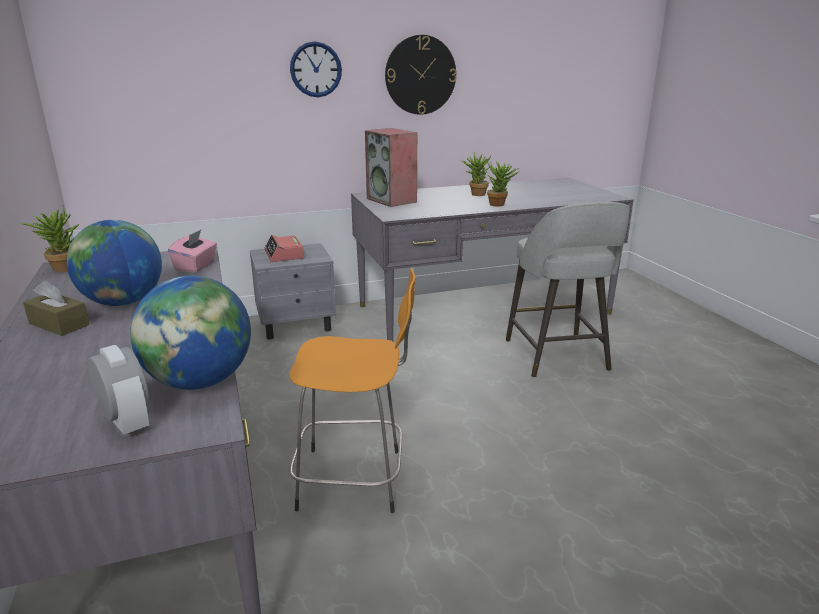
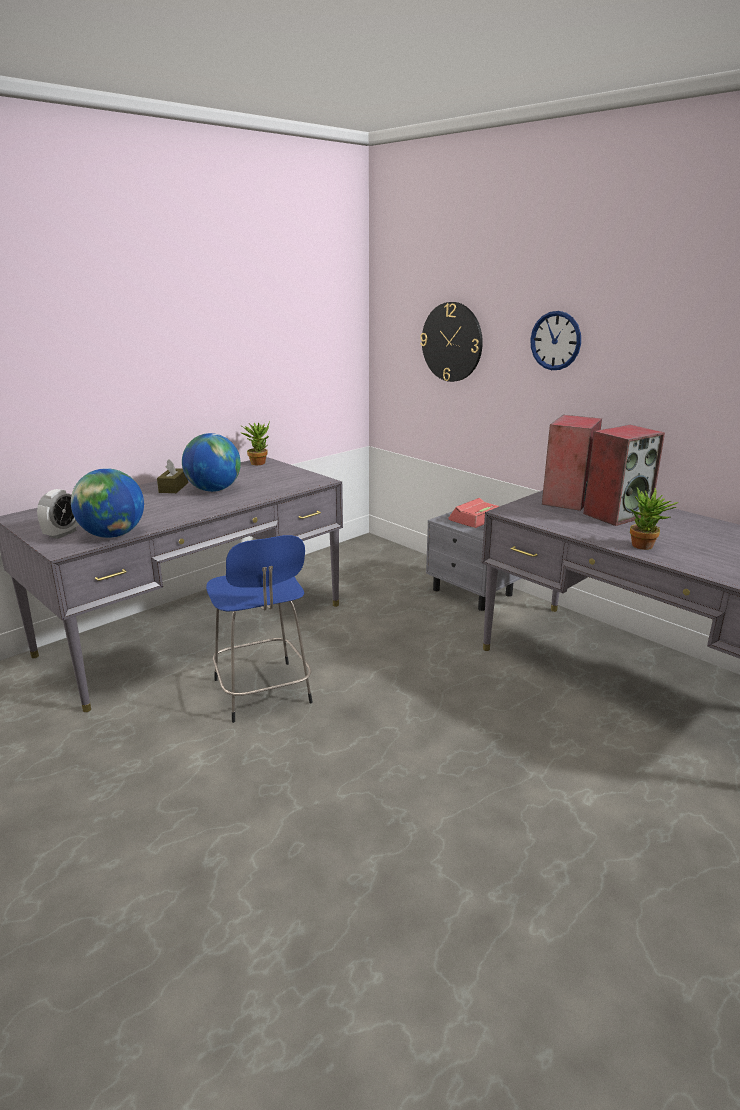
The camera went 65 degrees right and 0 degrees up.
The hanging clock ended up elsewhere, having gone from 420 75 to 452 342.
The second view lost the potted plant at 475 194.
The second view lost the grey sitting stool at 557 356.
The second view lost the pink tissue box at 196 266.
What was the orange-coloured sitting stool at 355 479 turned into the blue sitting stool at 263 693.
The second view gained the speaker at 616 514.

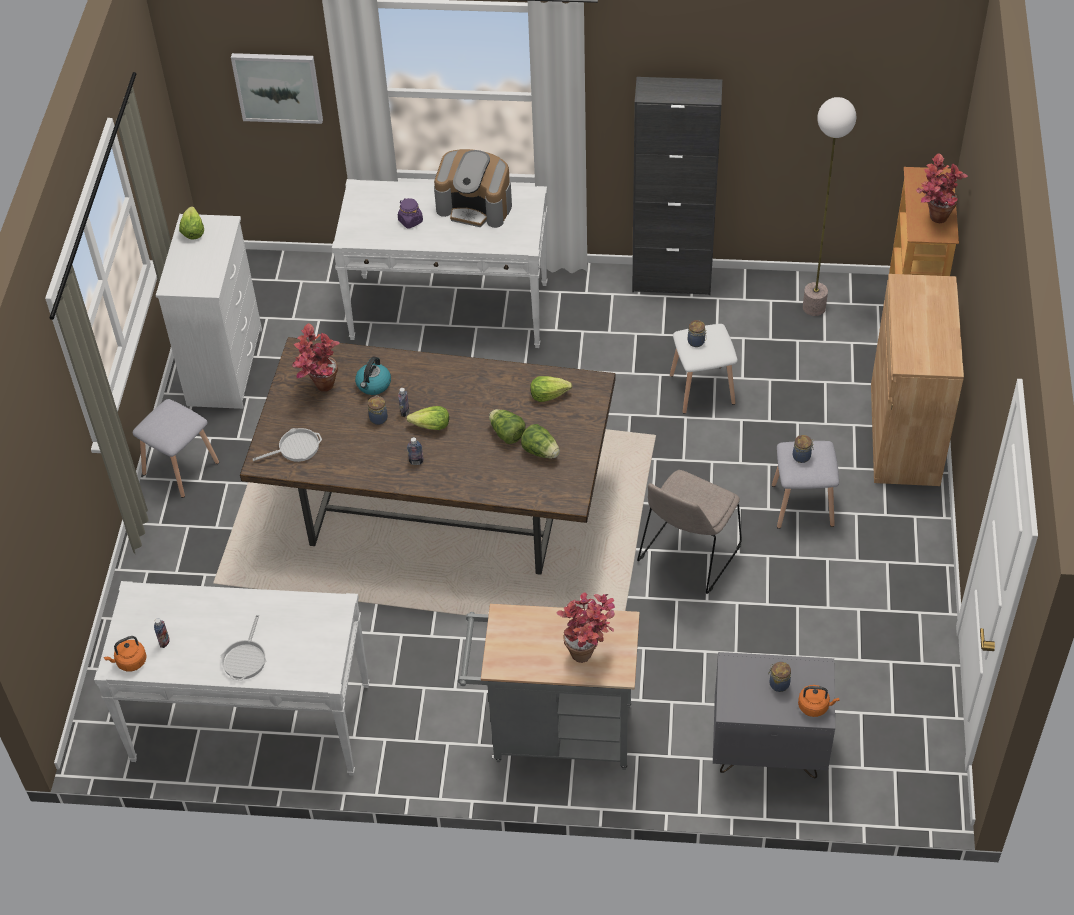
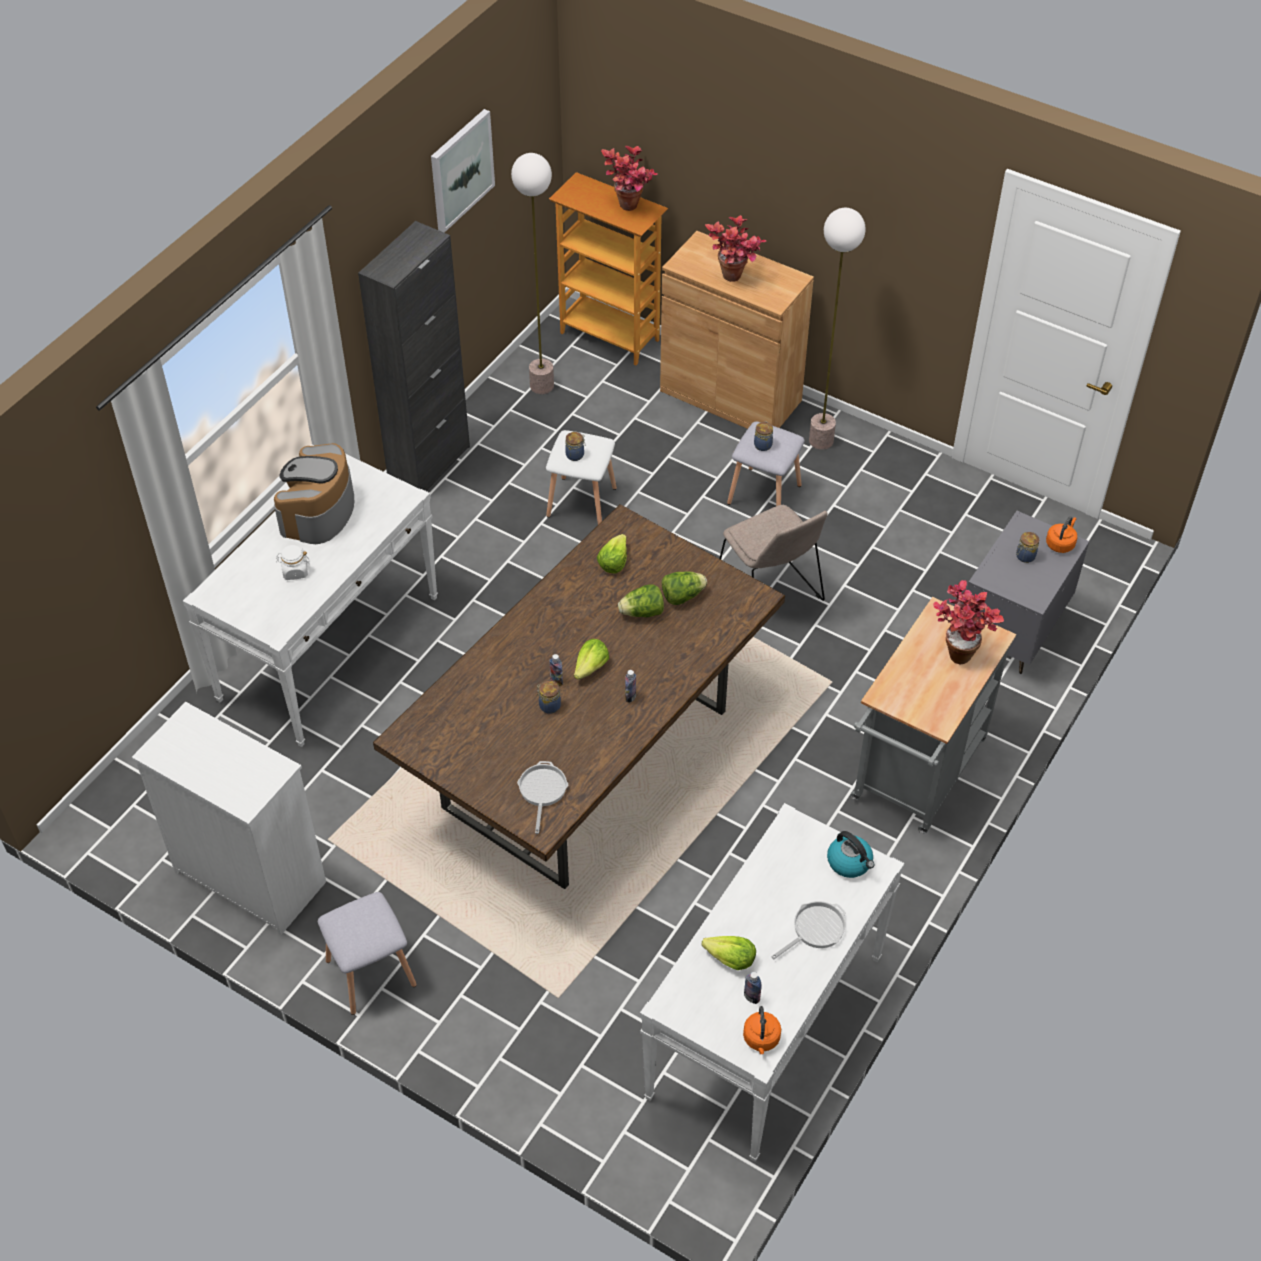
The camera went 65 degrees left and 0 degrees up.
The wall picture ended up elsewhere, having gone from 278 86 to 461 170.
The coffee maker at 475 206 ended up facing another way, 150 degrees clockwise from before.
What was the purple storage jar at 410 221 turned into the white-coloured storage jar at 295 571.
The head of lettuce ended up elsewhere, having gone from 192 231 to 730 959.
The potted plant ended up elsewhere, having gone from 319 389 to 734 281.
The water kettle ended up elsewhere, having gone from 373 385 to 850 862.
The frying pan at 245 658 ended up facing another way, 75 degrees counterclockwise from before.
The second view gained the standard lamp at 821 441.

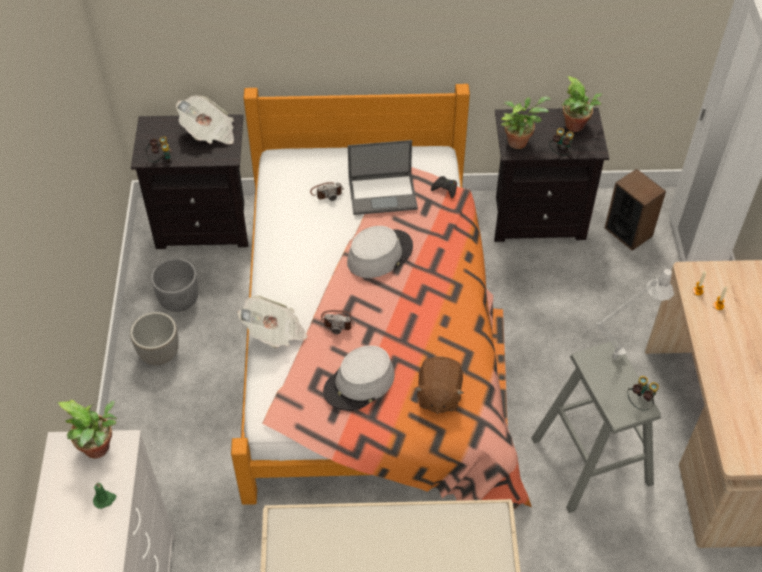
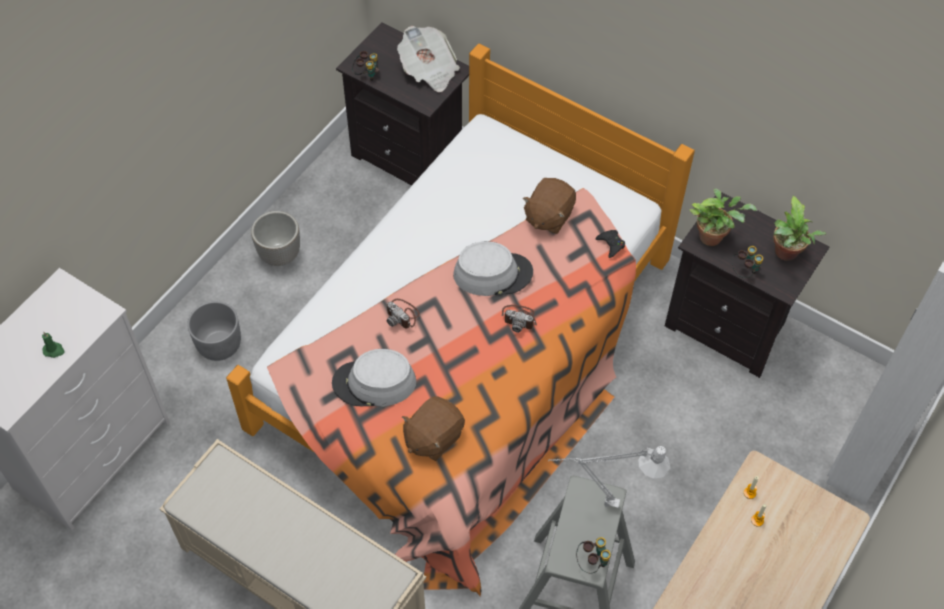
The camera went 35 degrees right and 5 degrees up.
Where the portable computer stood at 383 193, the brownish soft toy came to stand at 548 216.
The second view lost the speaker at 628 232.
The photo camera ended up elsewhere, having gone from 327 192 to 519 318.
The grey plant pot ended up elsewhere, having gone from 179 299 to 220 344.
The second view lost the daily paper at 275 332.
The second view lost the potted plant at 100 449.

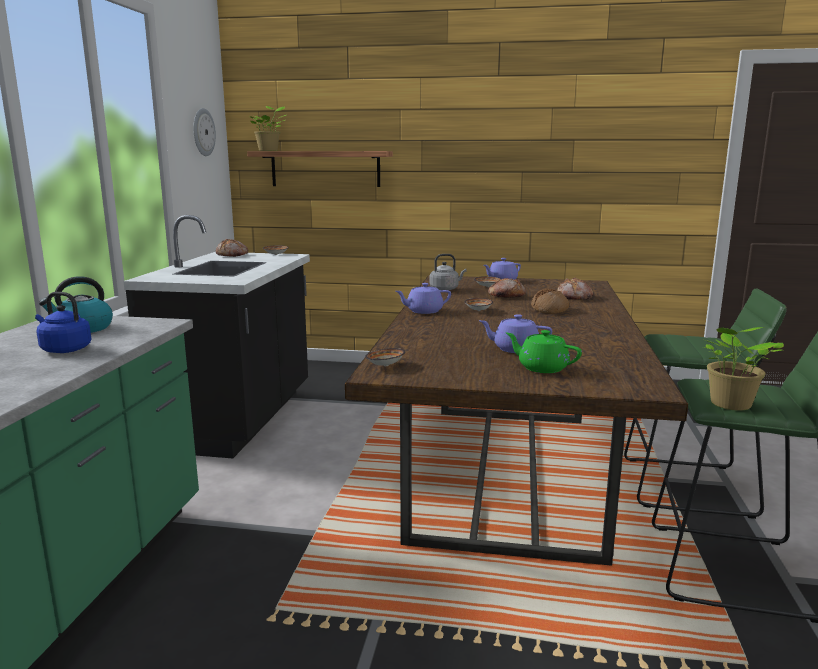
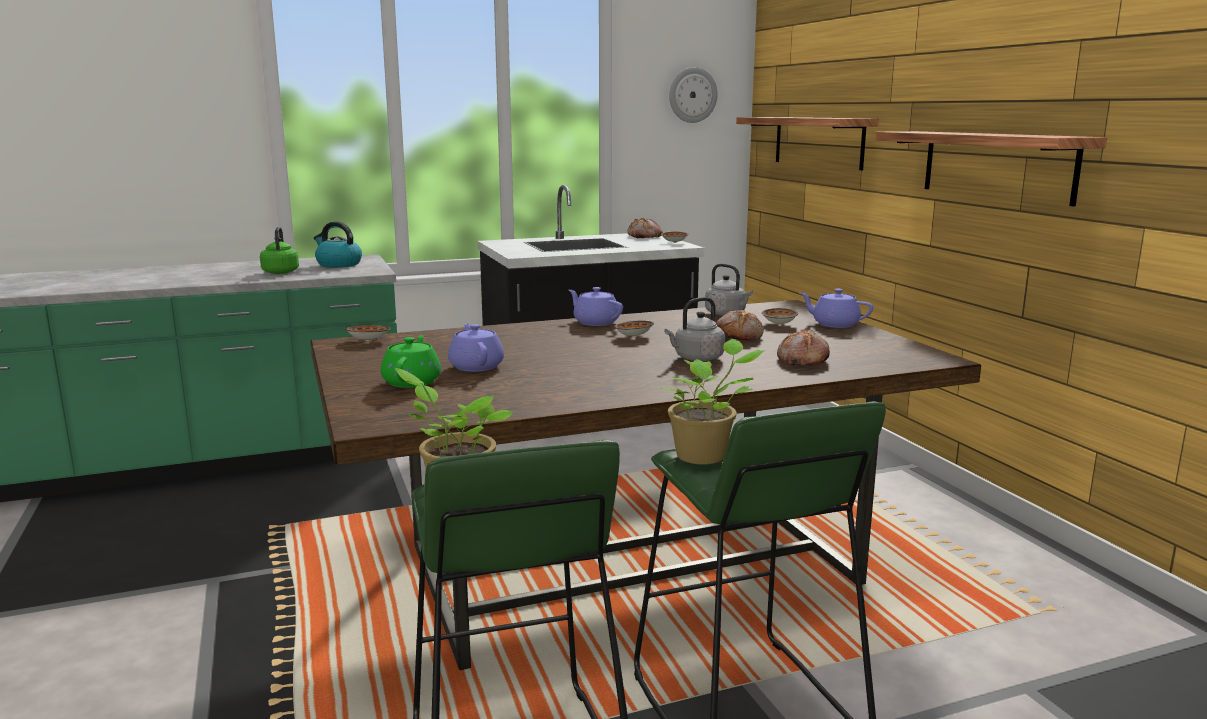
The camera went 60 degrees right and 0 degrees up.
The potted plant ended up elsewhere, having gone from 269 150 to 705 456.
Where the bread stood at 550 309, the grey water kettle came to stand at 696 358.
What was the blue water kettle at 64 349 turned into the green-coloured water kettle at 281 272.
The second view gained the shelf at 996 165.

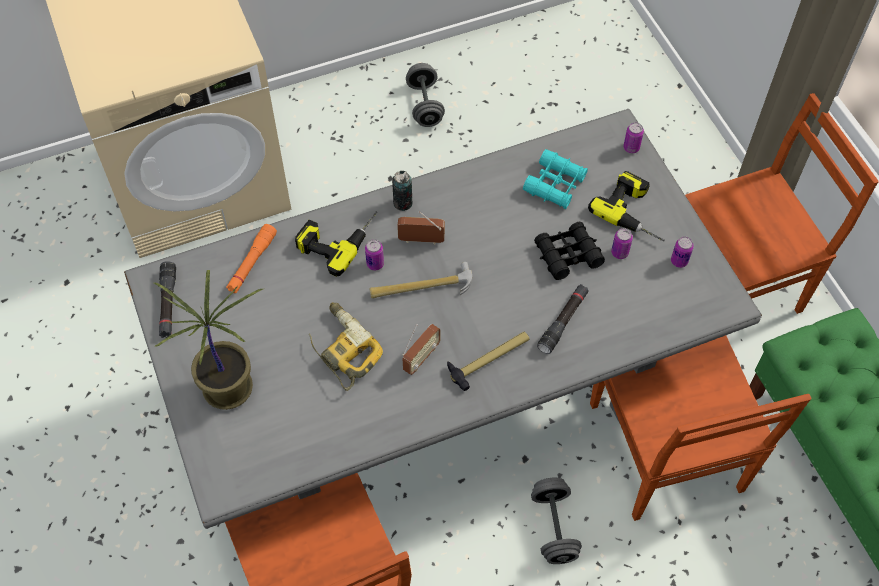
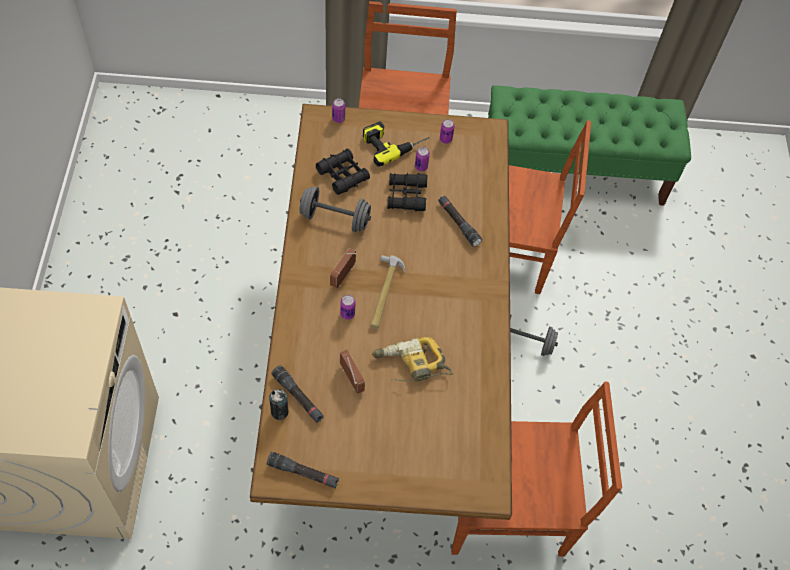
The camera went 70 degrees left and 0 degrees up.
The grey hand weight ended up elsewhere, having gone from 425 105 to 335 218.
What was the grey kitchen table at 440 389 turned into the brownish kitchen table at 384 363.
What was the turquoise binoculars at 555 184 turned into the blackish binoculars at 343 175.
The can ended up elsewhere, having gone from 403 203 to 279 412.
The second view lost the drill at 337 237.
What was the orange-coloured flashlight at 252 263 turned into the blackish flashlight at 298 397.
The second view lost the potted plant at 227 387.
The radio receiver ended up elsewhere, having gone from 421 358 to 351 378.
The second view lost the hammer at 489 359.

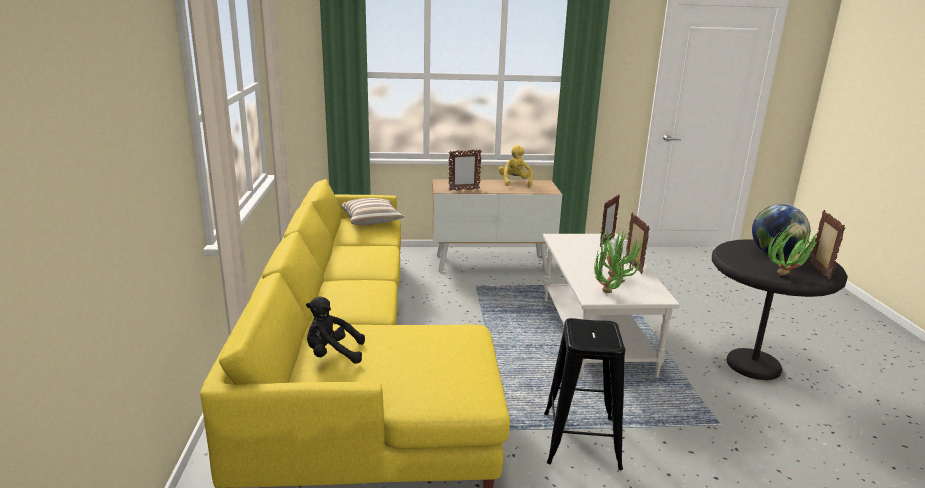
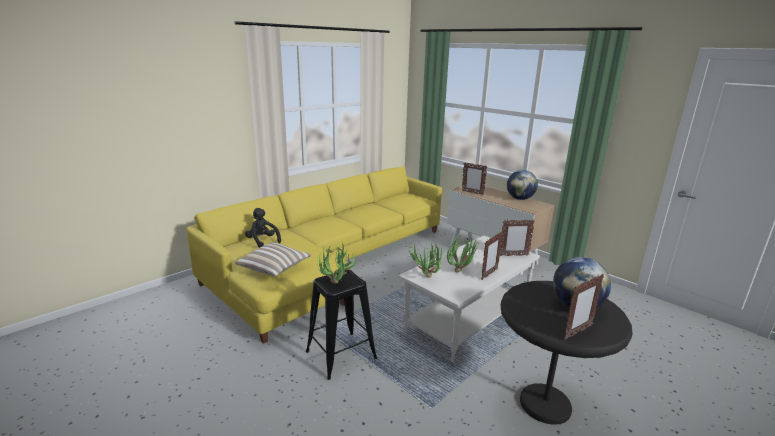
The camera went 50 degrees right and 0 degrees up.
Where the yellow-coloured soft toy stood at 515 183, the globe came to stand at 520 199.
The cushion ended up elsewhere, having gone from 372 221 to 275 268.
The potted plant ended up elsewhere, having gone from 788 276 to 336 285.

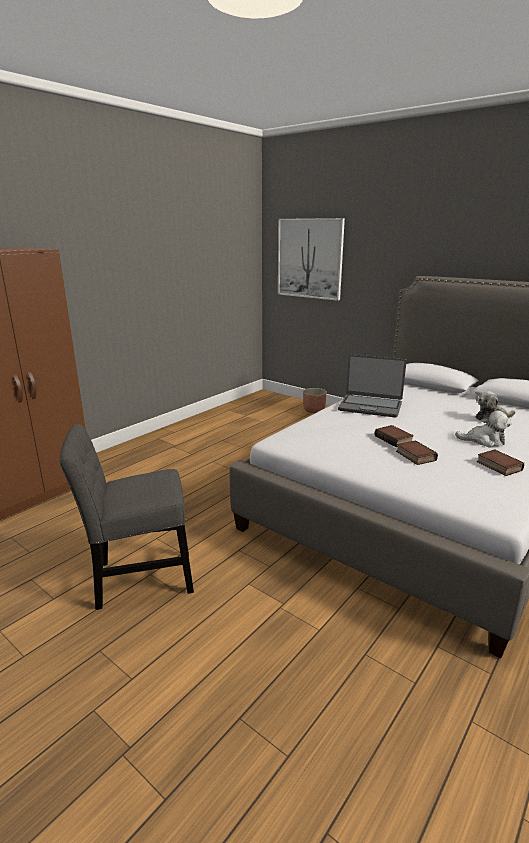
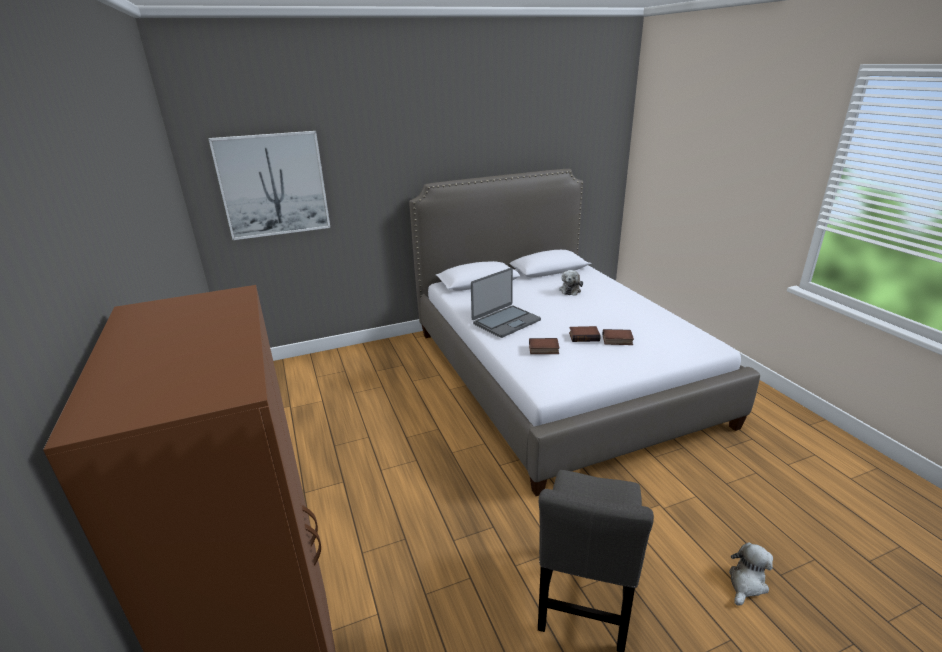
The camera went 60 degrees left and 5 degrees up.
The second view lost the plant pot at 314 410.
The soft toy ended up elsewhere, having gone from 484 441 to 746 583.
The volume ended up elsewhere, having gone from 497 466 to 543 349.

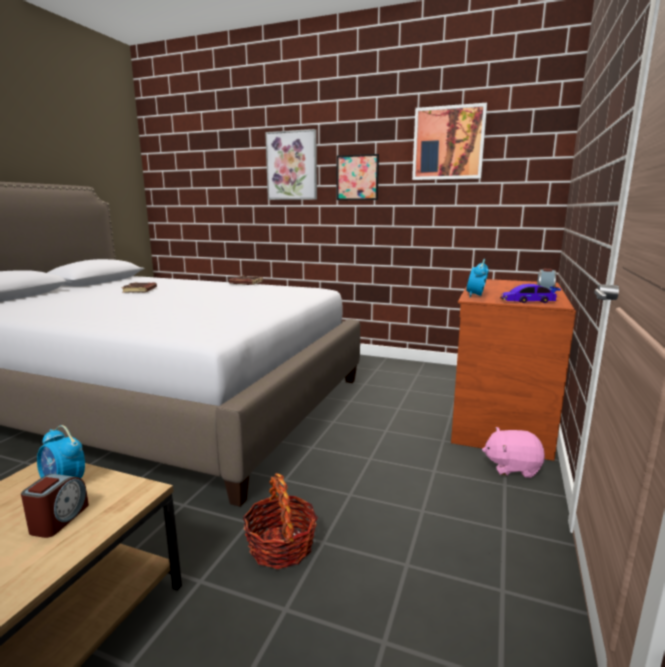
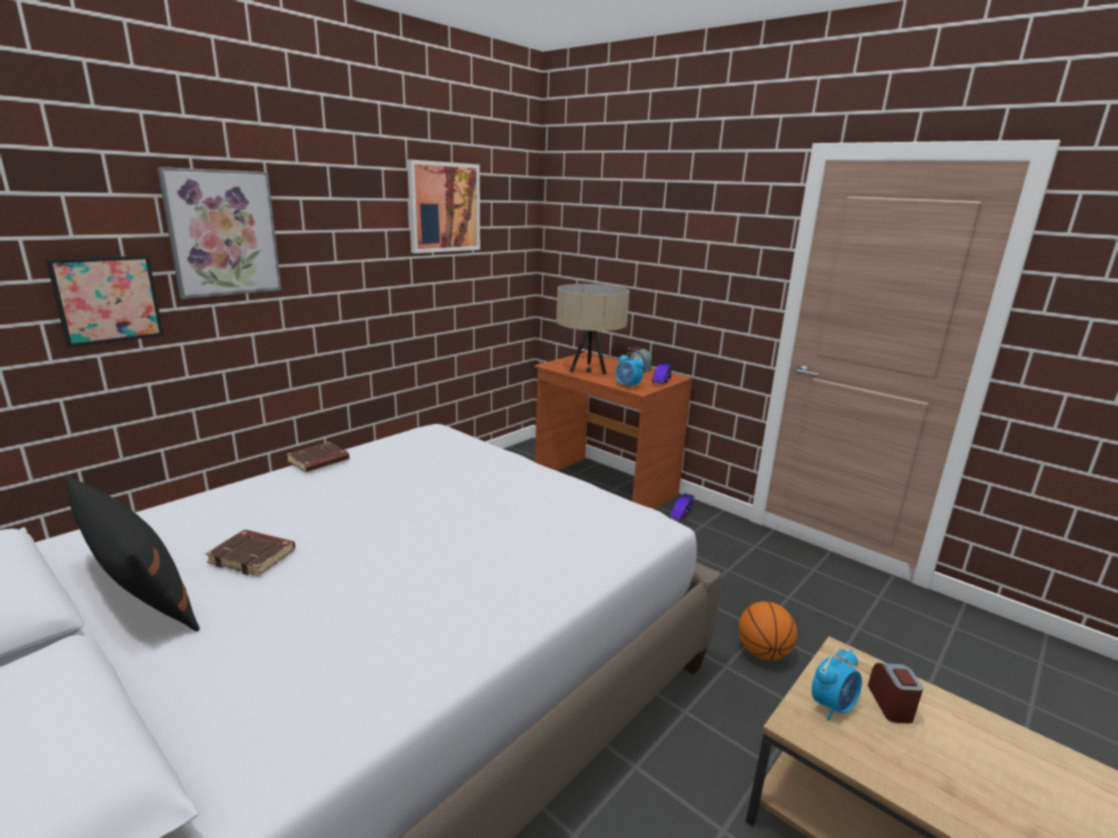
The camera went 70 degrees left and 5 degrees up.
The wall picture ended up elsewhere, having gone from 357 177 to 108 299.
Where the pink soft toy stood at 512 467, the model car came to stand at 681 513.
Where the storage basket stood at 281 546, the basketball ball came to stand at 763 652.
The alarm clock at 59 519 ended up facing another way, 60 degrees clockwise from before.
The second view gained the beige-coloured tabletop lamp at 588 369.
The second view gained the blackish cushion at 137 591.

